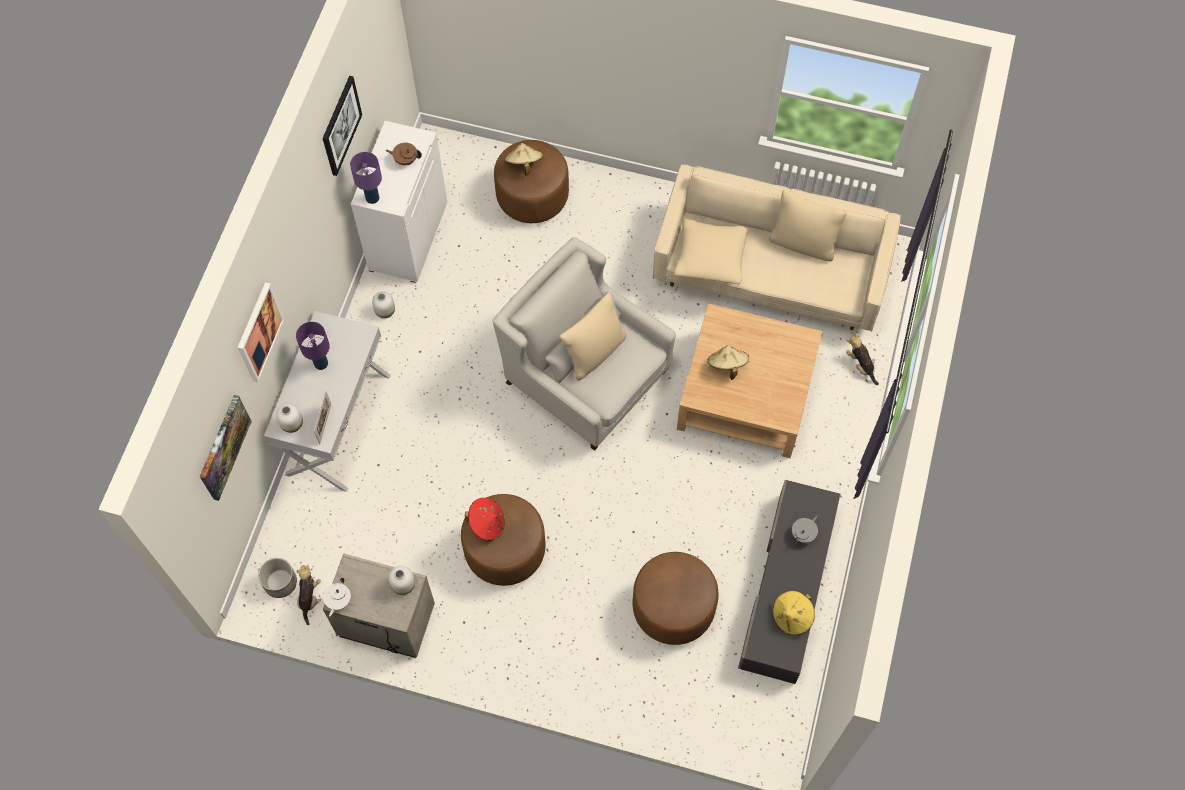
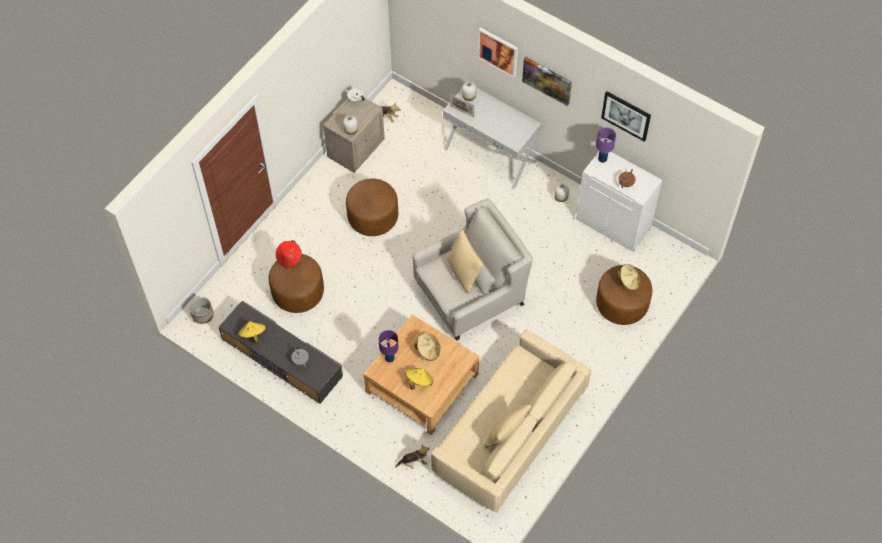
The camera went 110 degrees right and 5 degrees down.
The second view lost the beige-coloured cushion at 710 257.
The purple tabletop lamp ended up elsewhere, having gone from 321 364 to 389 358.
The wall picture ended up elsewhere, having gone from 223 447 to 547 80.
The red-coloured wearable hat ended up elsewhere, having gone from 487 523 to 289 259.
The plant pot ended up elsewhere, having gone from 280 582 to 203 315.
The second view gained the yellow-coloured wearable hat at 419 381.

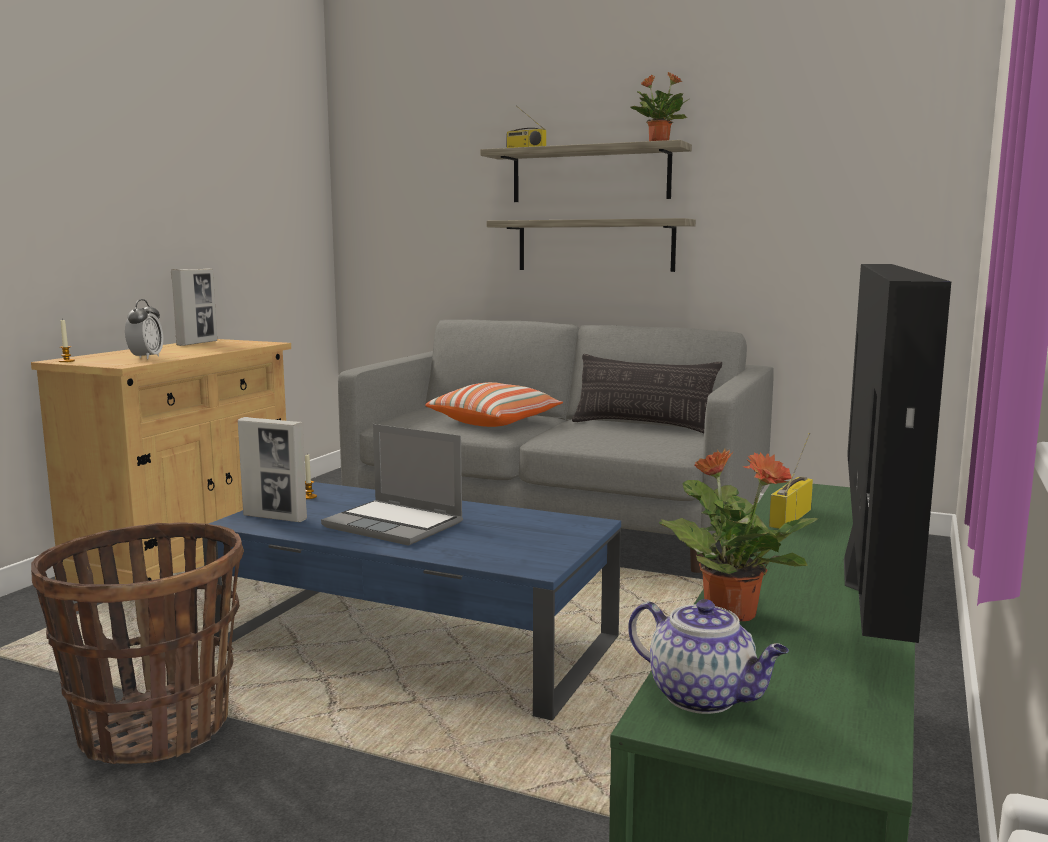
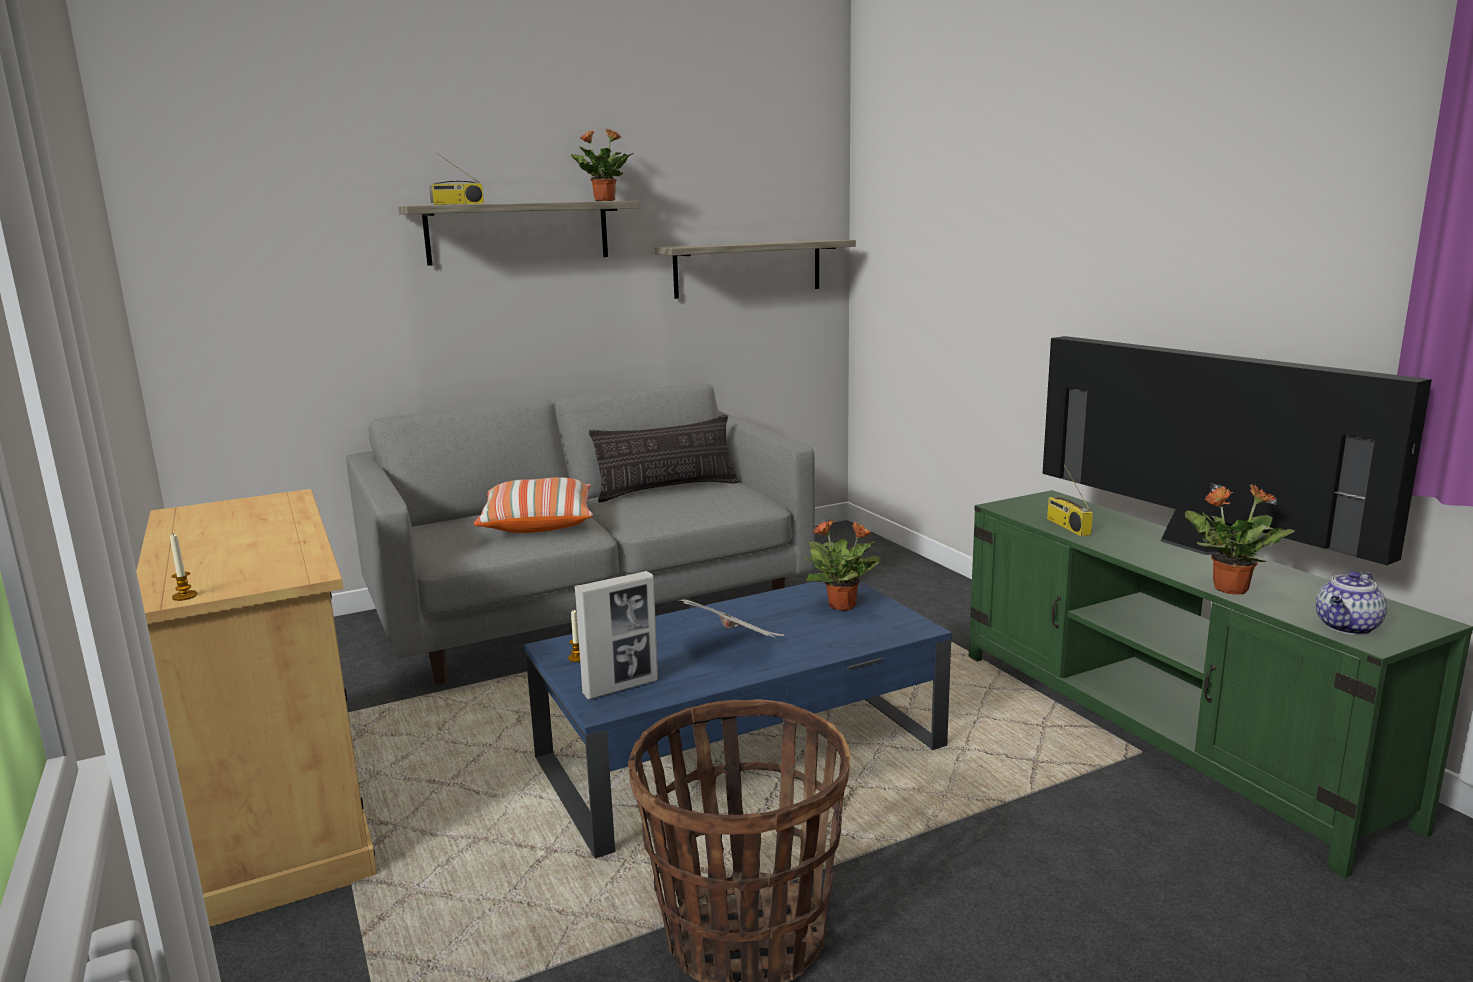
The camera went 50 degrees left and 5 degrees up.
The shelf ended up elsewhere, having gone from 595 245 to 748 268.
The second view lost the picture frame at 197 343.
The second view lost the alarm clock at 146 357.
Where the portable computer stood at 395 525, the daily paper came to stand at 734 645.
The teapot at 704 697 ended up facing another way, 150 degrees clockwise from before.
The second view gained the potted plant at 843 606.

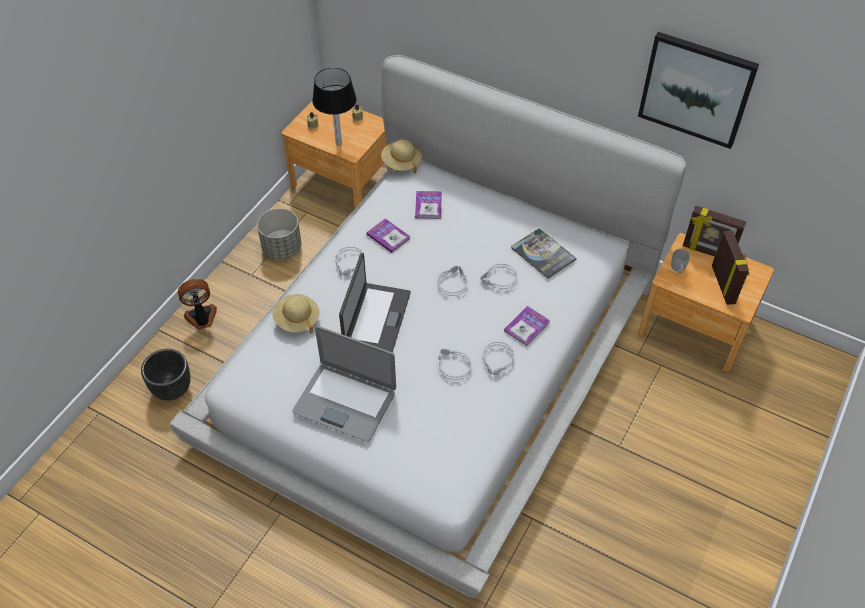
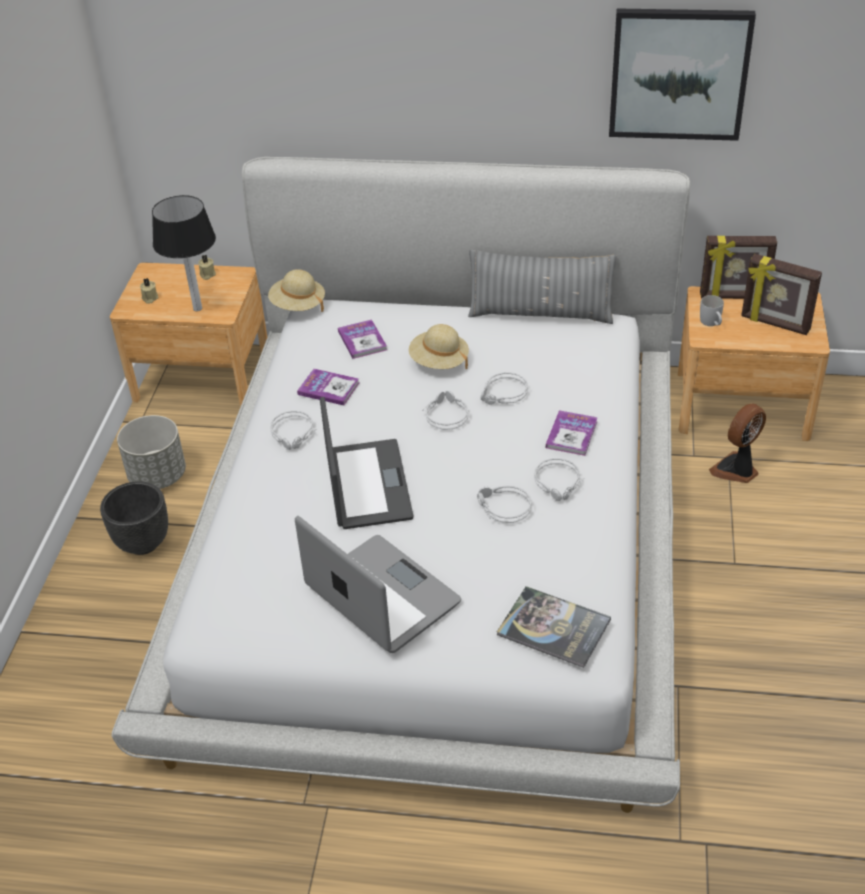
The camera went 20 degrees left and 10 degrees down.
The volume ended up elsewhere, having gone from 543 254 to 553 627.
The picture frame at 724 285 ended up facing another way, 150 degrees clockwise from before.
The fan ended up elsewhere, having gone from 201 318 to 736 470.
The beige-coloured wearable hat ended up elsewhere, having gone from 297 320 to 439 362.
The portable computer at 345 401 ended up facing another way, 135 degrees counterclockwise from before.
The blackish plant pot ended up elsewhere, having gone from 173 389 to 143 543.
The second view gained the grey cushion at 540 314.

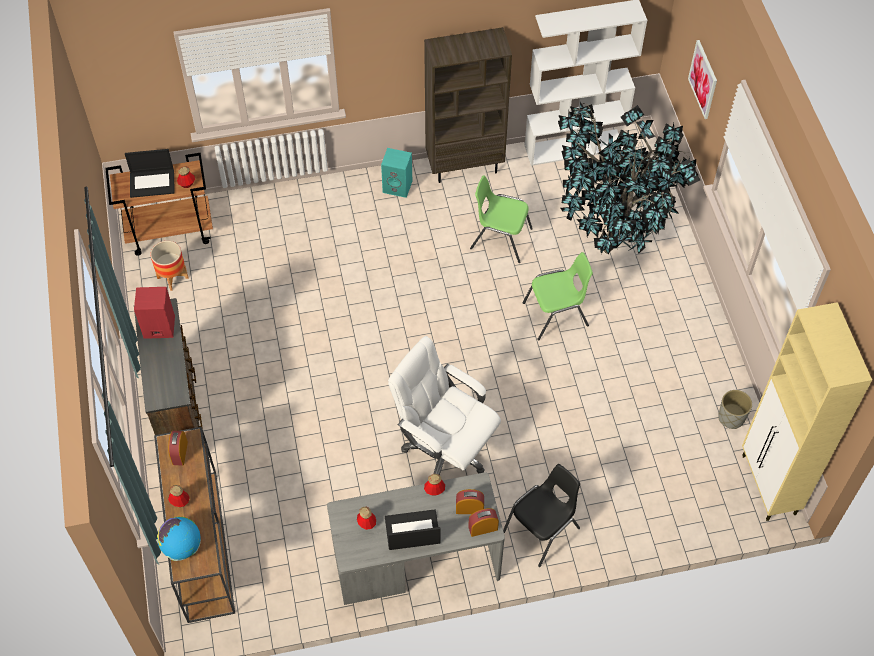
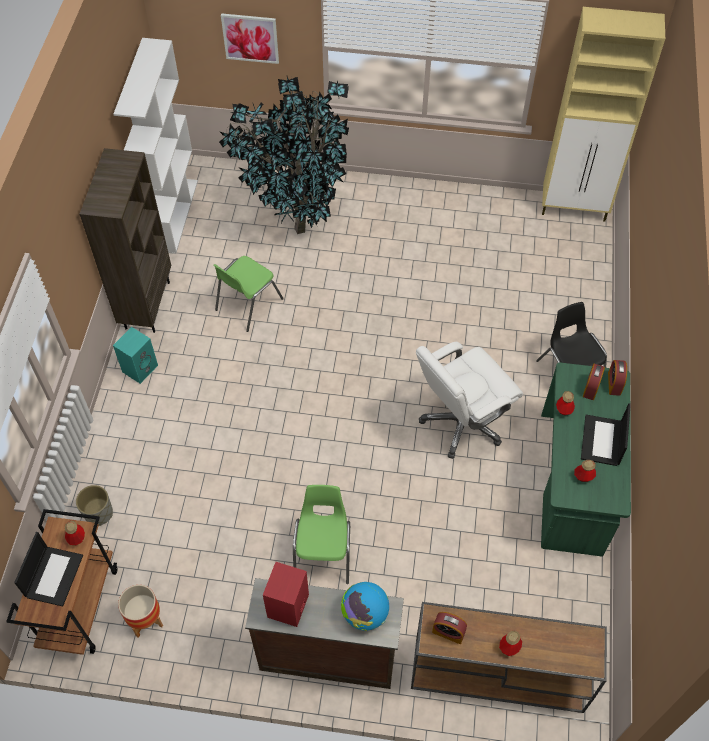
The camera went 70 degrees left and 0 degrees up.
The green-coloured upright chair ended up elsewhere, having gone from 556 315 to 324 552.
The grey plant pot ended up elsewhere, having gone from 731 417 to 98 513.
What was the grey desk table at 416 563 turned into the green-coloured desk table at 573 482.
The globe ended up elsewhere, having gone from 182 546 to 365 614.

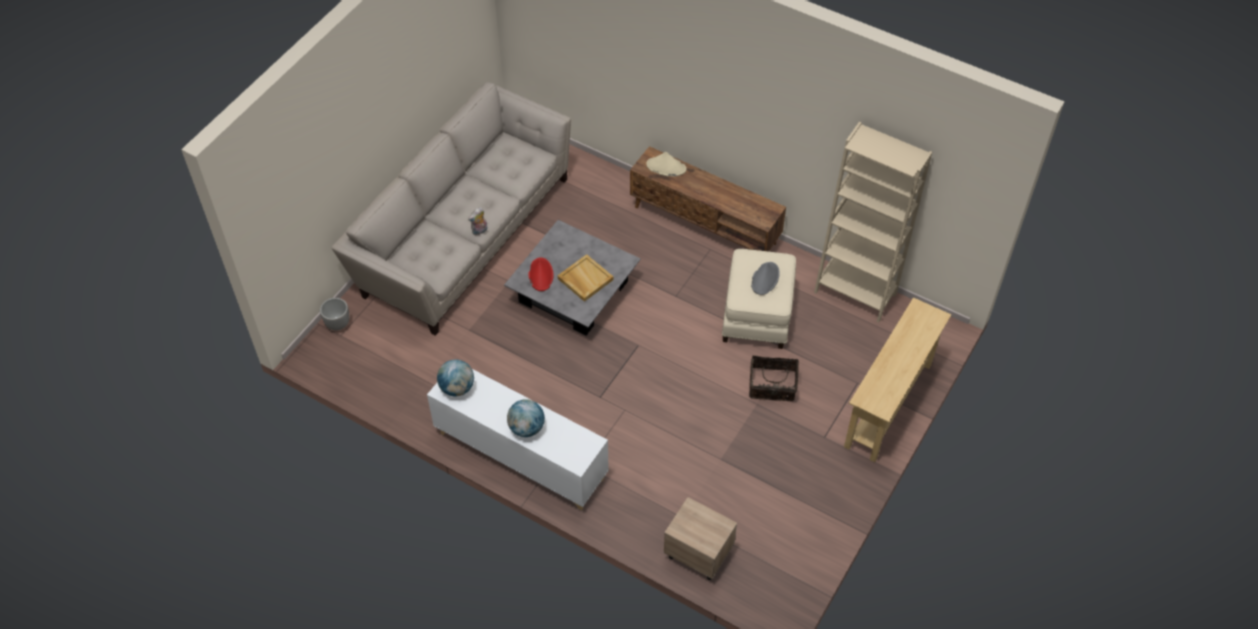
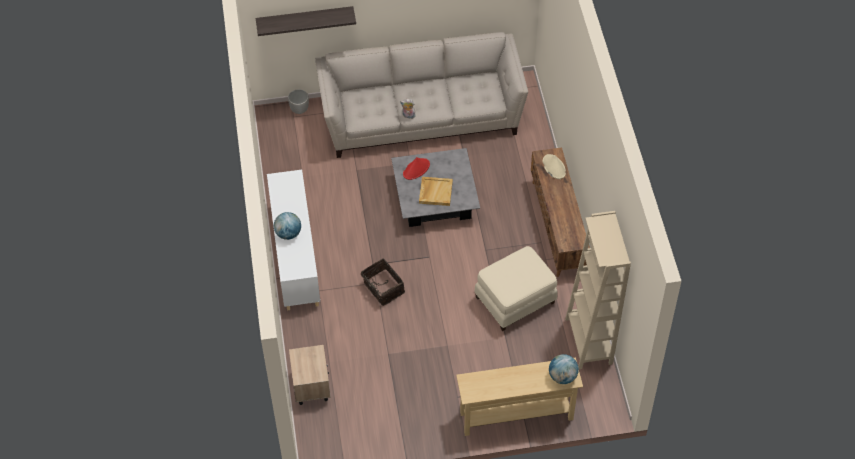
The camera went 50 degrees right and 0 degrees up.
The second view lost the grey wearable hat at 765 278.
The storage basket ended up elsewhere, having gone from 772 387 to 382 289.
The globe ended up elsewhere, having gone from 457 388 to 562 376.
The second view gained the shelf at 305 19.

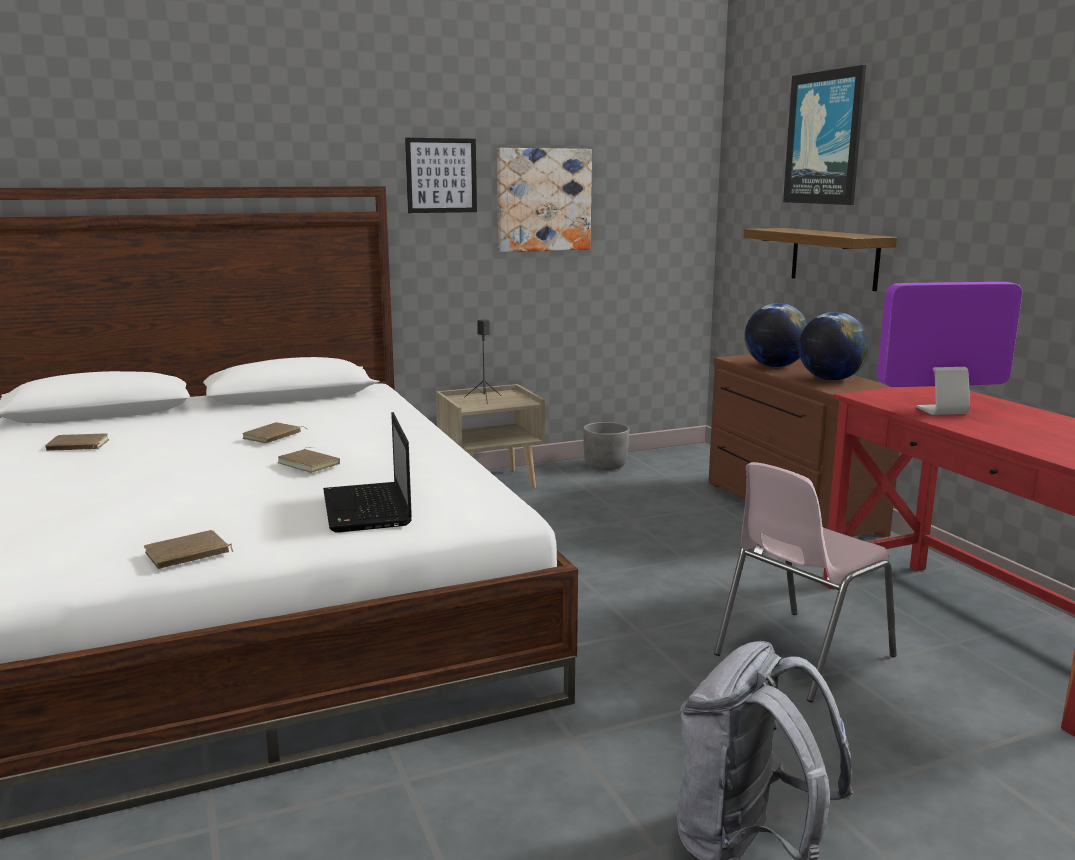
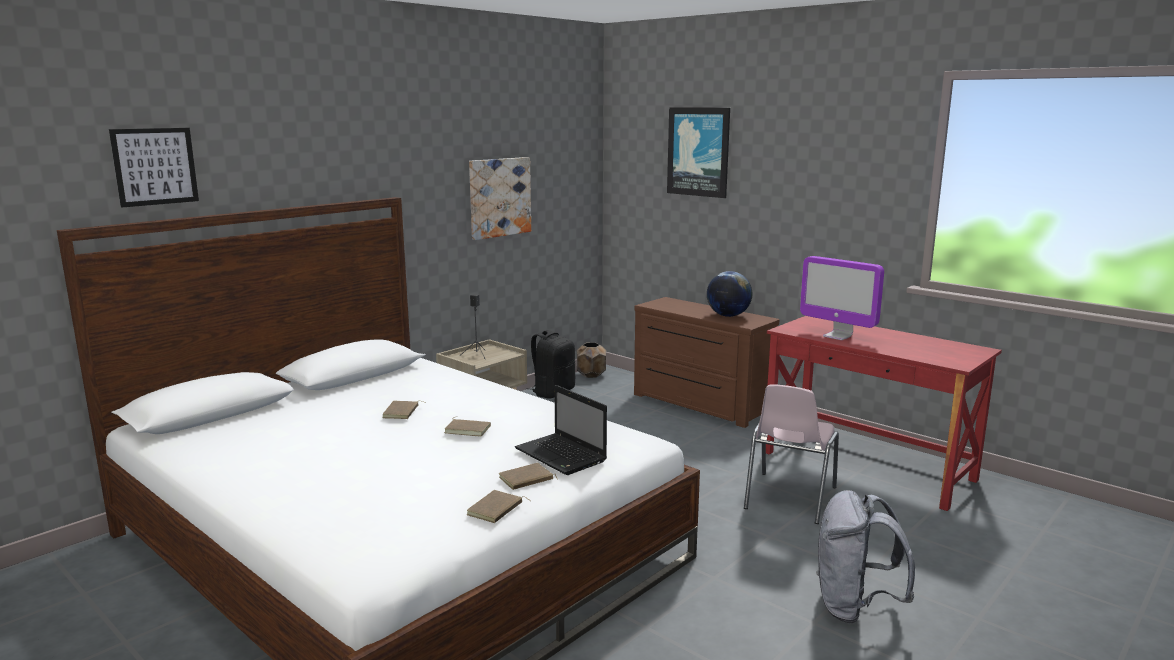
The camera went 25 degrees left and 0 degrees up.
The wall picture ended up elsewhere, having gone from 441 175 to 155 166.
The second view lost the shelf at 834 258.
The computer display at 941 411 ended up facing another way, 105 degrees counterclockwise from before.
The second view lost the globe at 774 366.
Where the grey plant pot stood at 605 466, the blackish backpack came to stand at 552 392.
The brownish volume ended up elsewhere, having gone from 77 446 to 526 480.
The second view gained the brownish plant pot at 590 375.

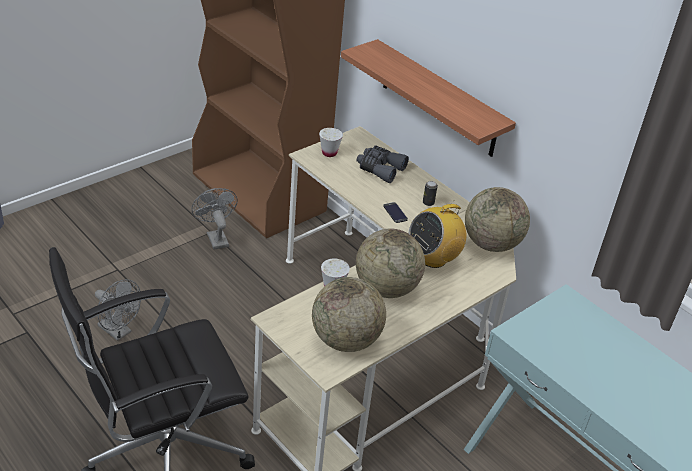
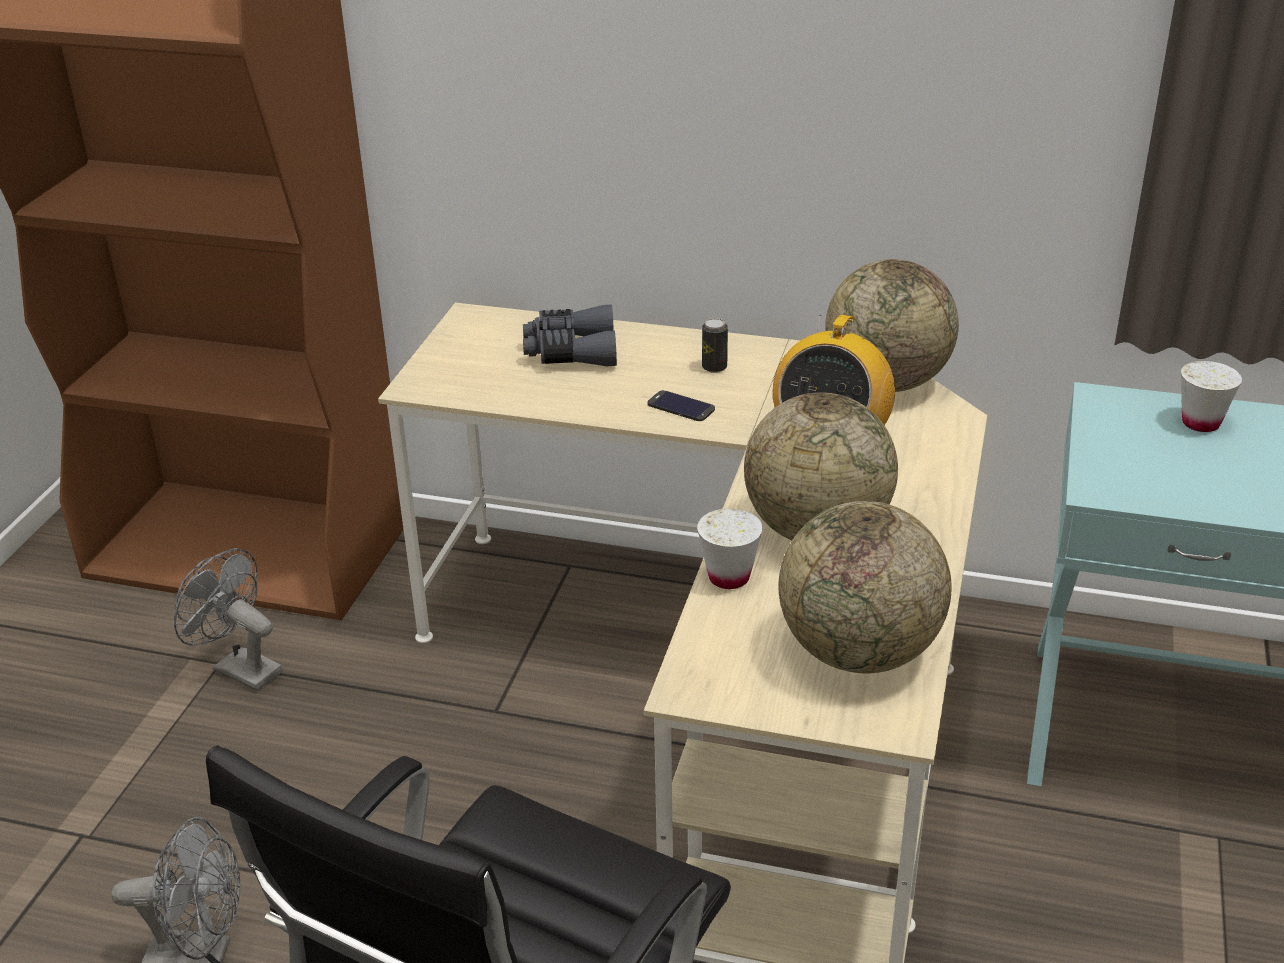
The camera went 30 degrees left and 5 degrees down.
The second view lost the shelf at 439 99.
The white-coloured drinking cup ended up elsewhere, having gone from 329 153 to 1200 423.

